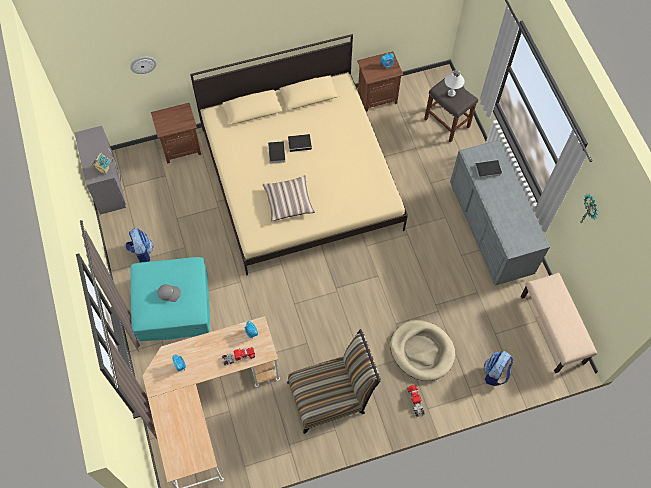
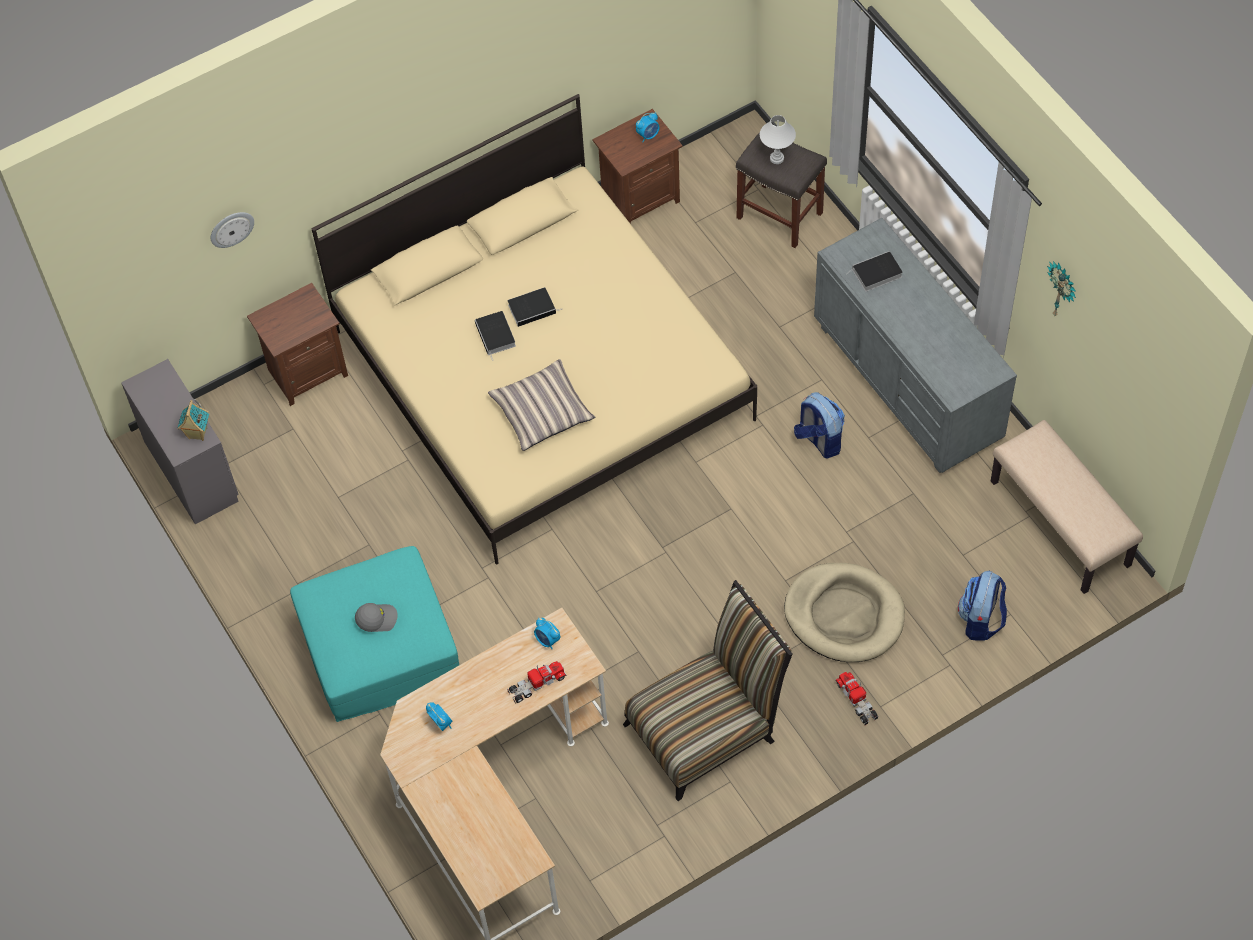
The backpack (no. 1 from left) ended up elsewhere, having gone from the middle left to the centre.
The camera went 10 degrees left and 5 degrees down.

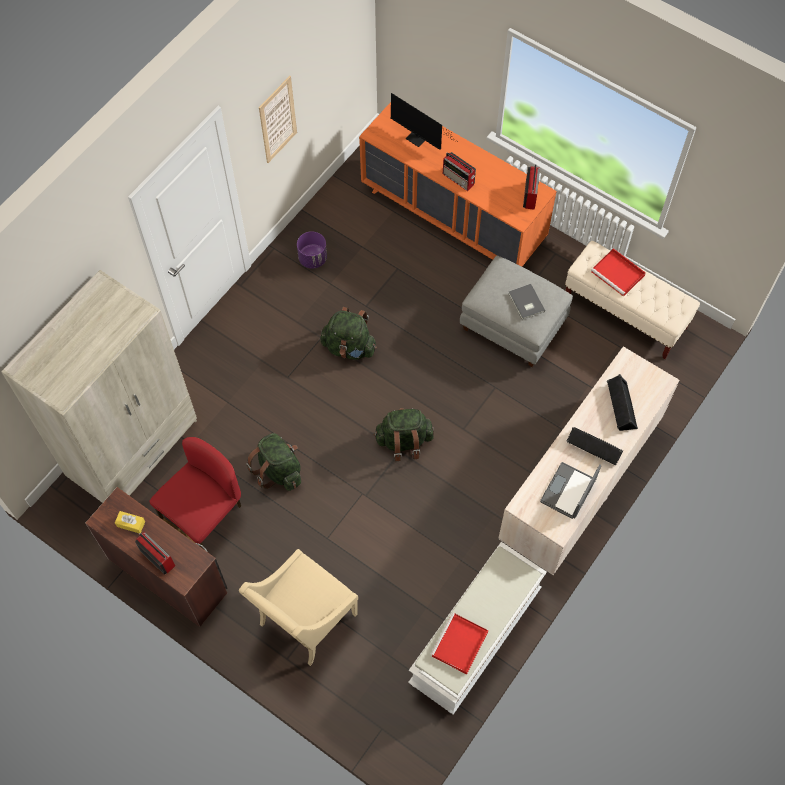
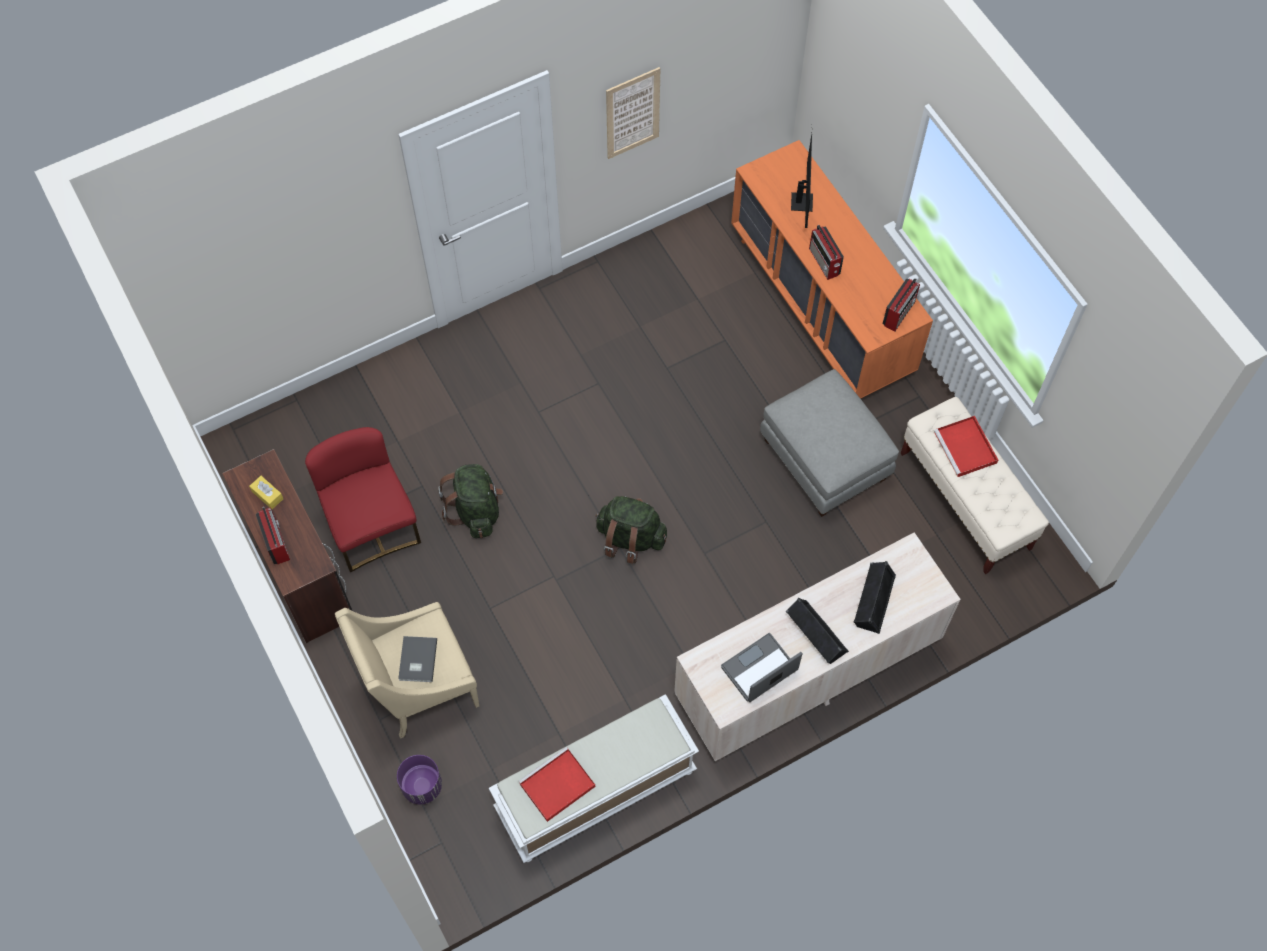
The chair (red) at the middle left ended up facing another way, 90 degrees counterclockwise from before.
The planter (purple) ended up elsewhere, having gone from the top centre to the bottom left.
The book (grey) ended up elsewhere, having gone from the middle right to the bottom left.
The monitor at the top centre ended up facing another way, 150 degrees counterclockwise from before.
The second view lost the wardrobe (beige) at the middle left.
The second view lost the backpack (green) (no. 2 from left) at the centre.
The camera went 25 degrees right and 0 degrees up.

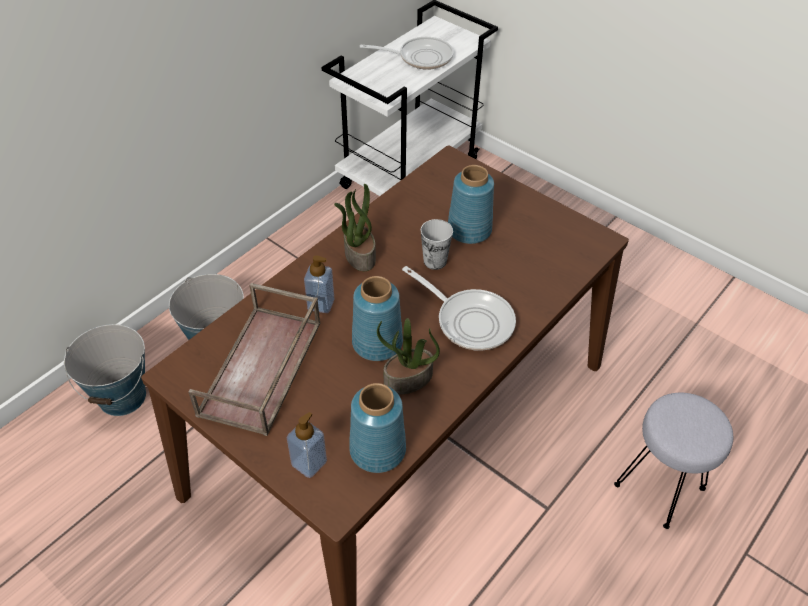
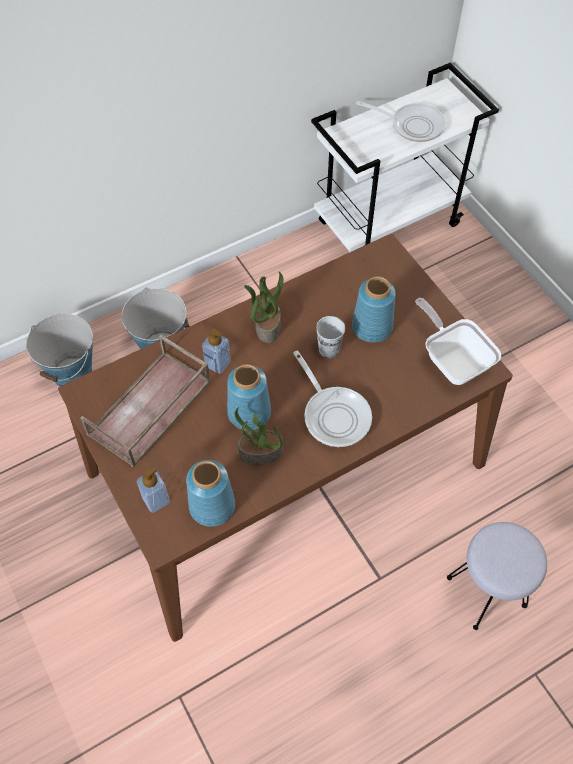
The second view gained the frying pan (no. 3 from left) at the middle right.
The camera went 20 degrees right and 10 degrees up.

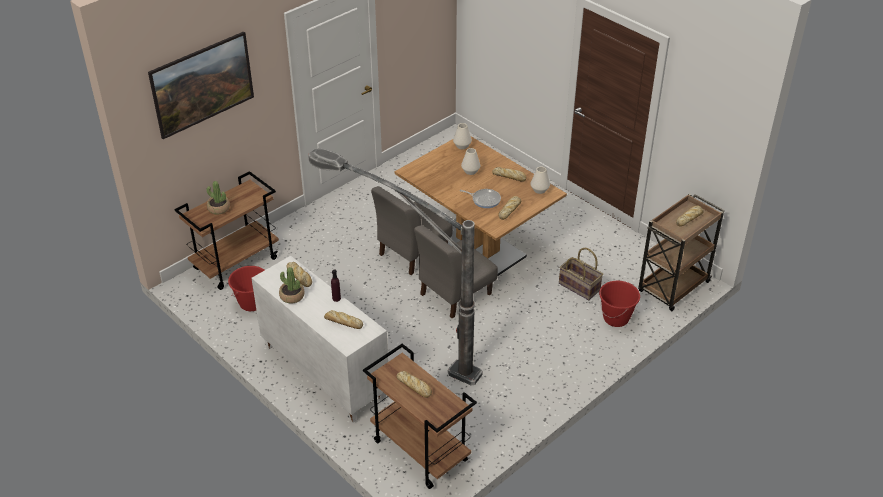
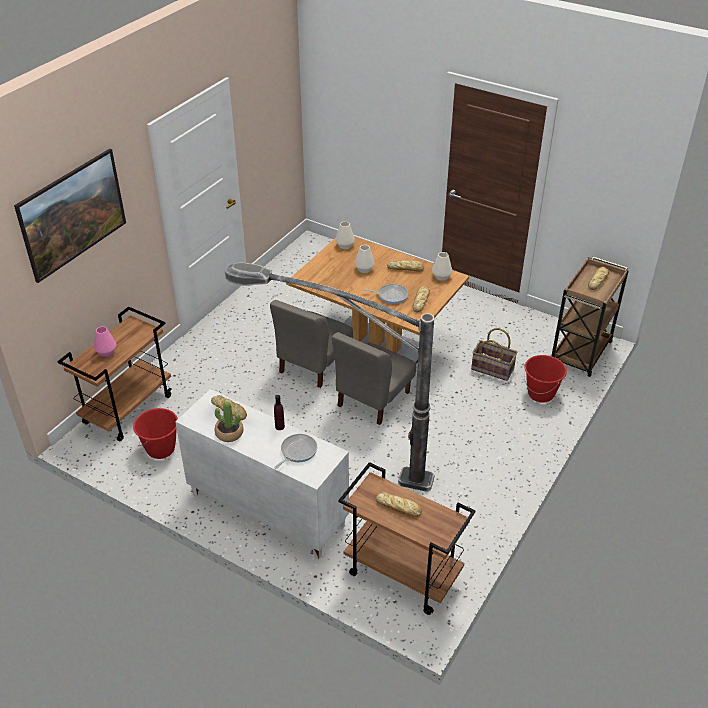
Where the potted plant (no. 1 from left) stood at the middle left, the vase (pink) came to stand at the middle left.
Where the bread (no. 2 from left) stood at the centre, the frying pan (no. 1 from left) came to stand at the centre.
The camera went 15 degrees left and 0 degrees up.

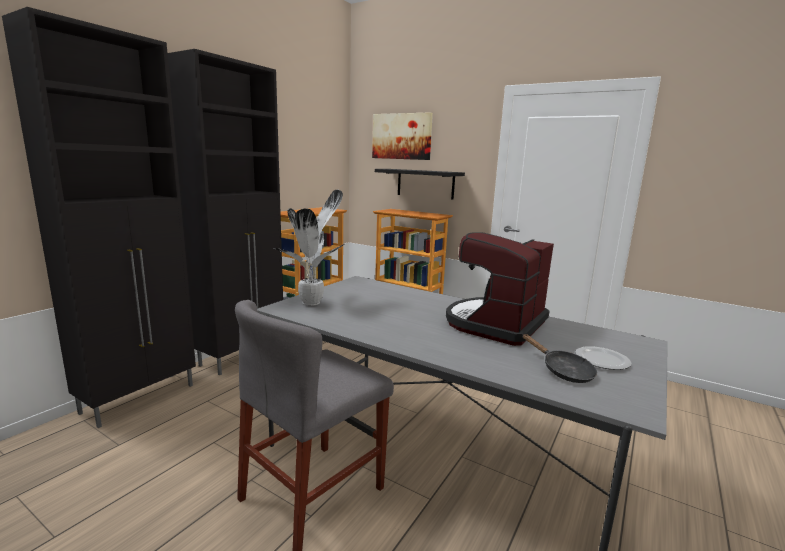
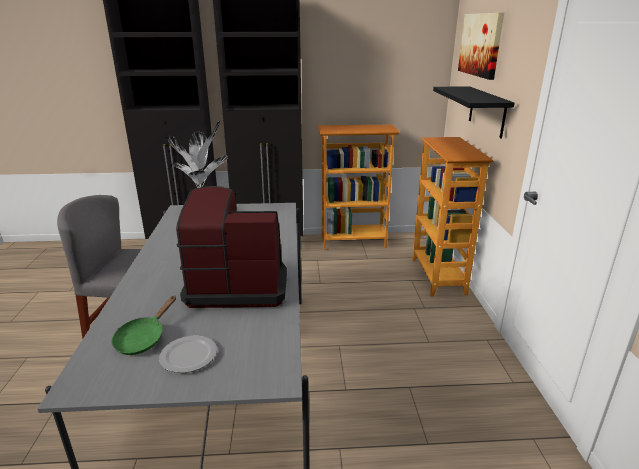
What was the frying pan (black) at the middle right turned into the frying pan (green) at the bottom left.
The camera went 55 degrees right and 10 degrees up.

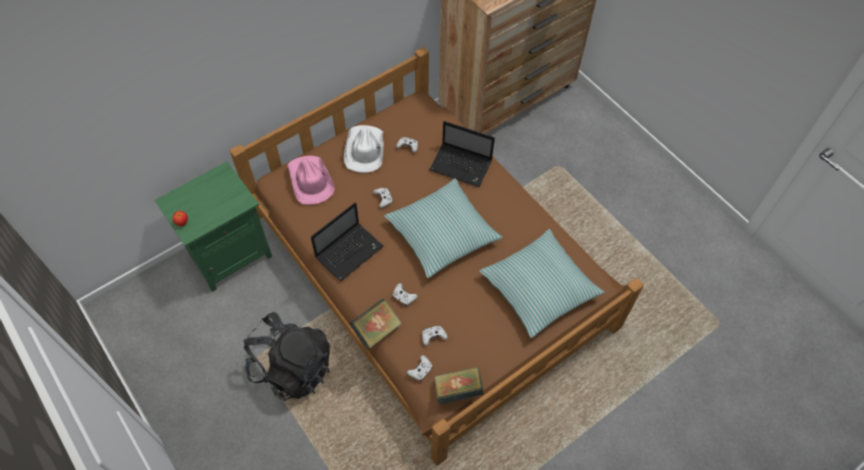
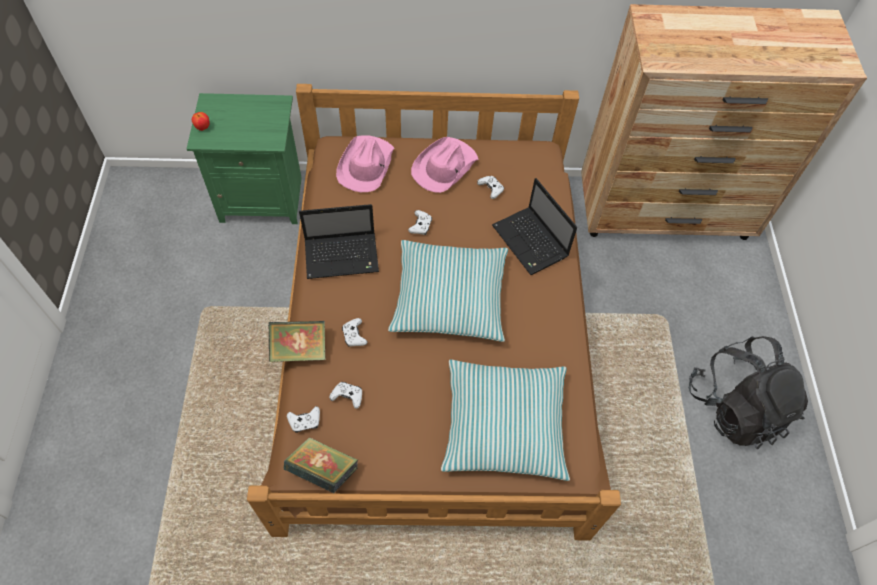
What was the hat (white) at the top centre turned into the hat (pink) (no. 2 from left) at the top centre.
The backpack (black) ended up elsewhere, having gone from the bottom left to the bottom right.
The camera went 35 degrees right and 0 degrees up.

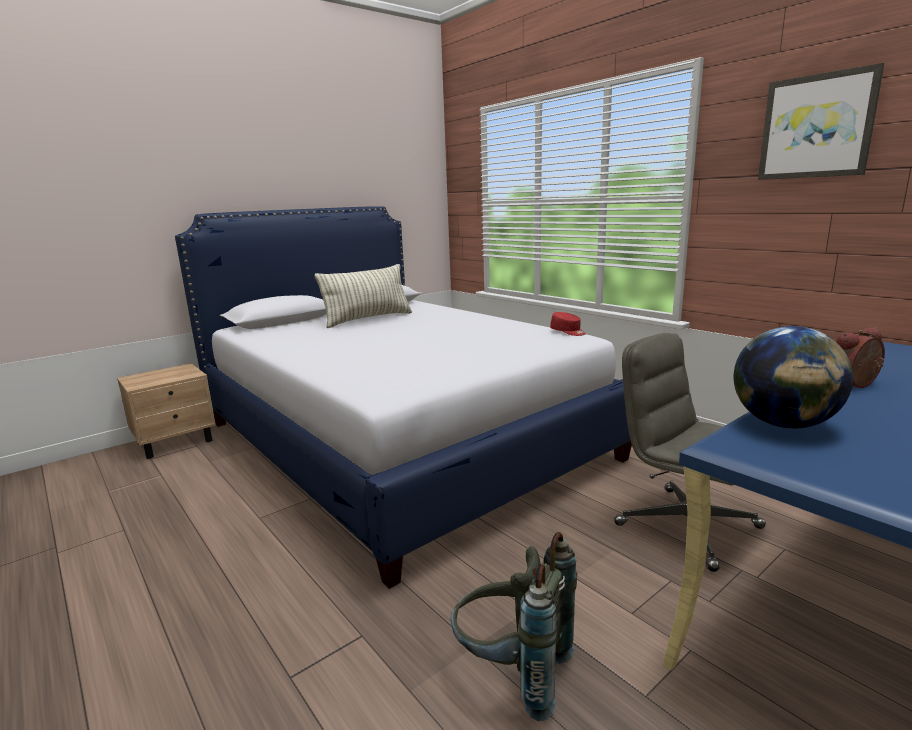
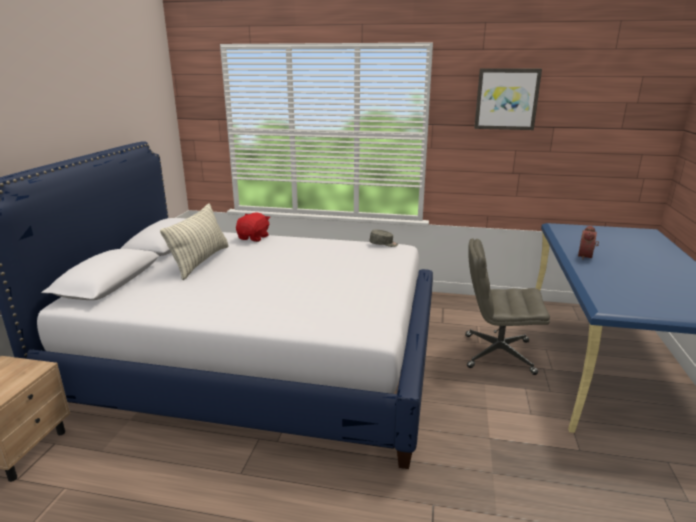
The second view gained the plush toy (red) at the centre.
What was the cap (red) at the centre turned into the cap (grey) at the centre.
The second view lost the backpack (grey) at the bottom centre.
The second view lost the globe at the middle right.
The camera went 40 degrees left and 5 degrees up.

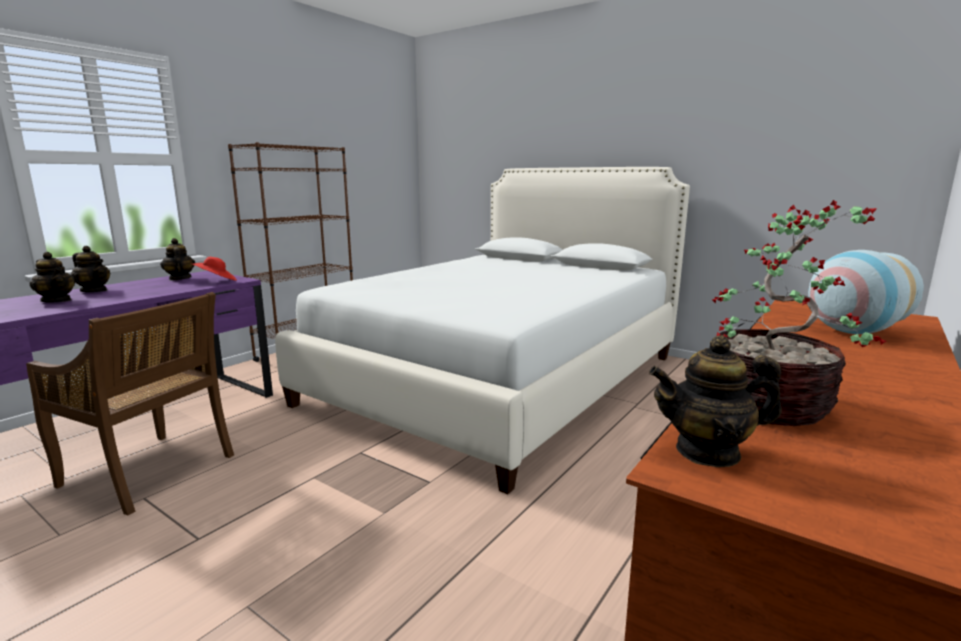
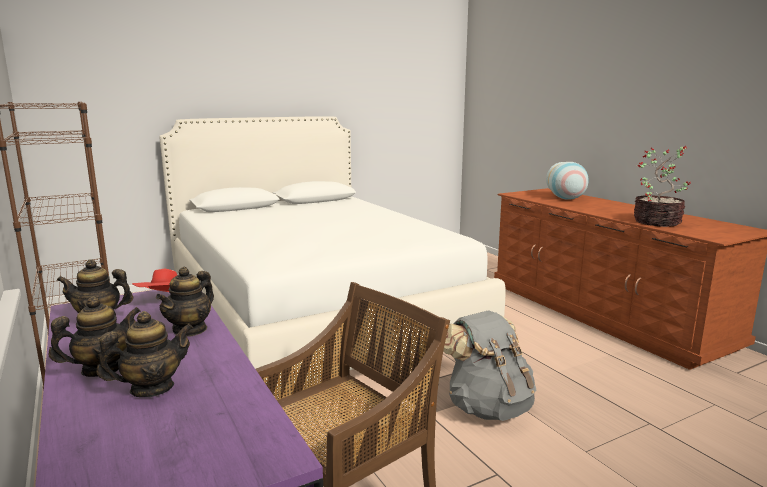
The teapot (no. 4 from left) ended up elsewhere, having gone from the middle right to the middle left.
The second view gained the backpack (grey) at the bottom centre.
The camera went 65 degrees left and 0 degrees up.

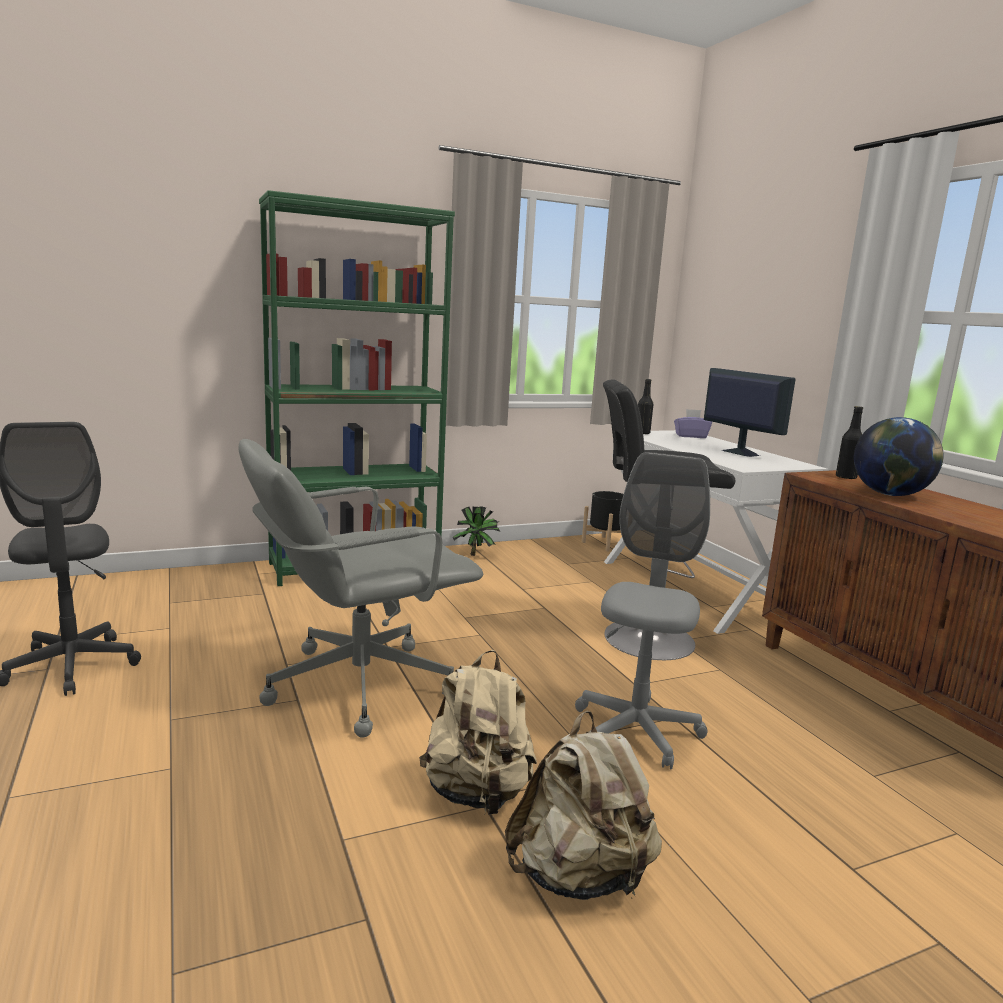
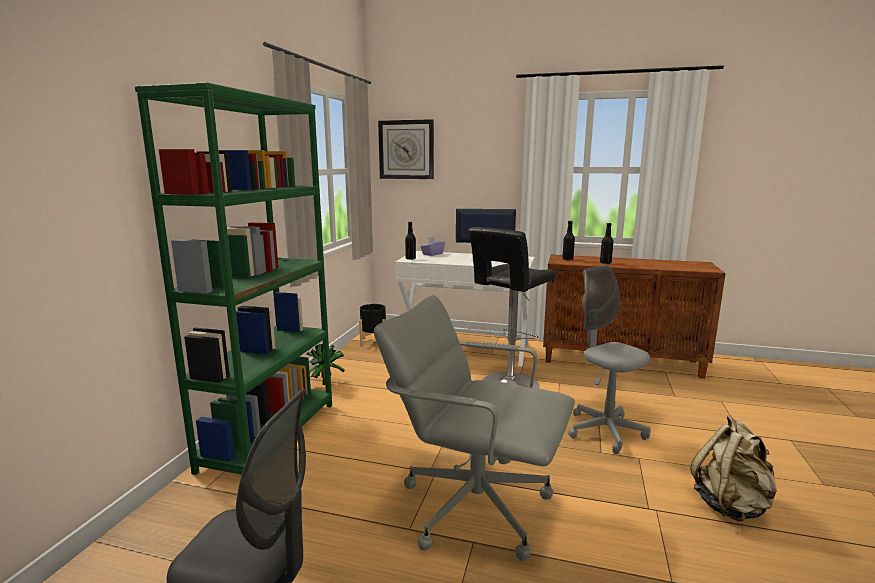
The office chair (grey) (no. 2 from left) at the centre ended up facing another way, 105 degrees clockwise from before.
The second view gained the wall clock at the top centre.
Where the globe stood at the middle right, the bottle (black) (no. 3 from left) came to stand at the middle right.
The second view lost the backpack (beige) (no. 1 from left) at the bottom centre.
The camera went 50 degrees left and 0 degrees up.

